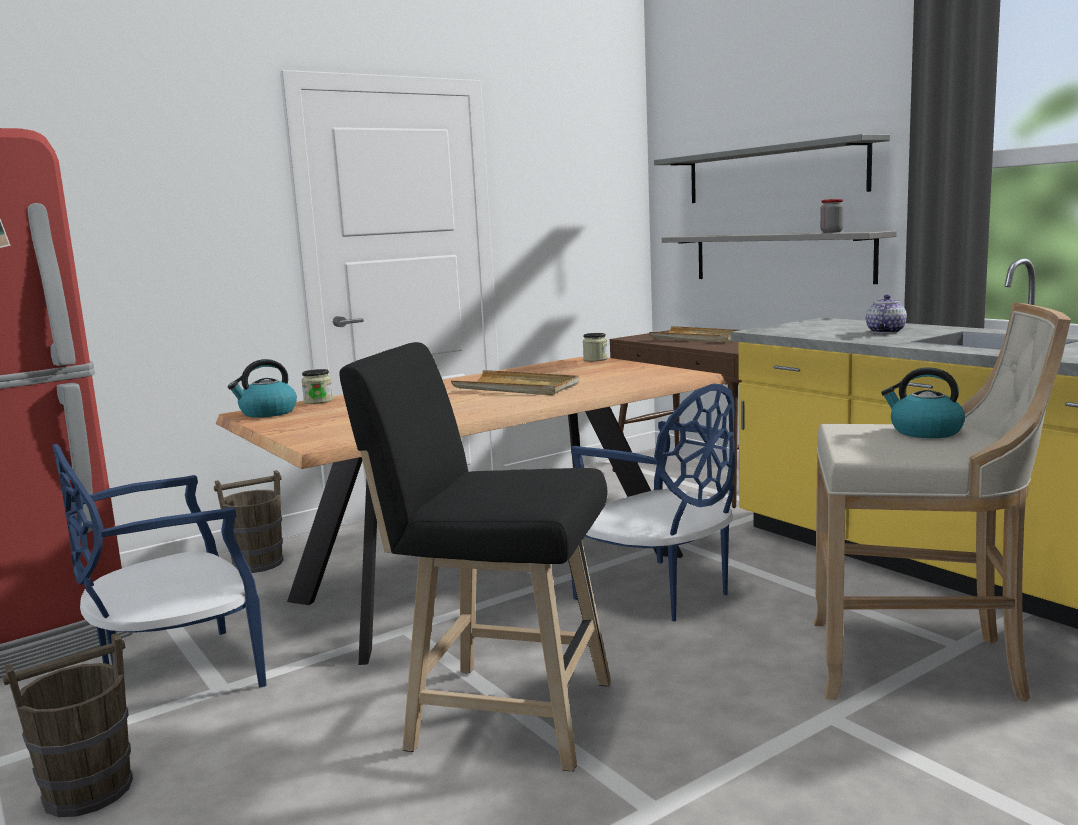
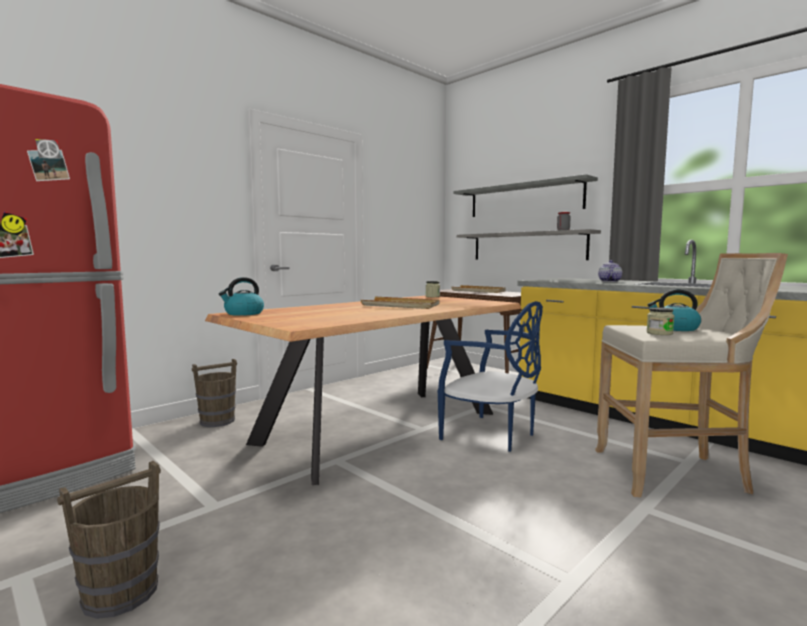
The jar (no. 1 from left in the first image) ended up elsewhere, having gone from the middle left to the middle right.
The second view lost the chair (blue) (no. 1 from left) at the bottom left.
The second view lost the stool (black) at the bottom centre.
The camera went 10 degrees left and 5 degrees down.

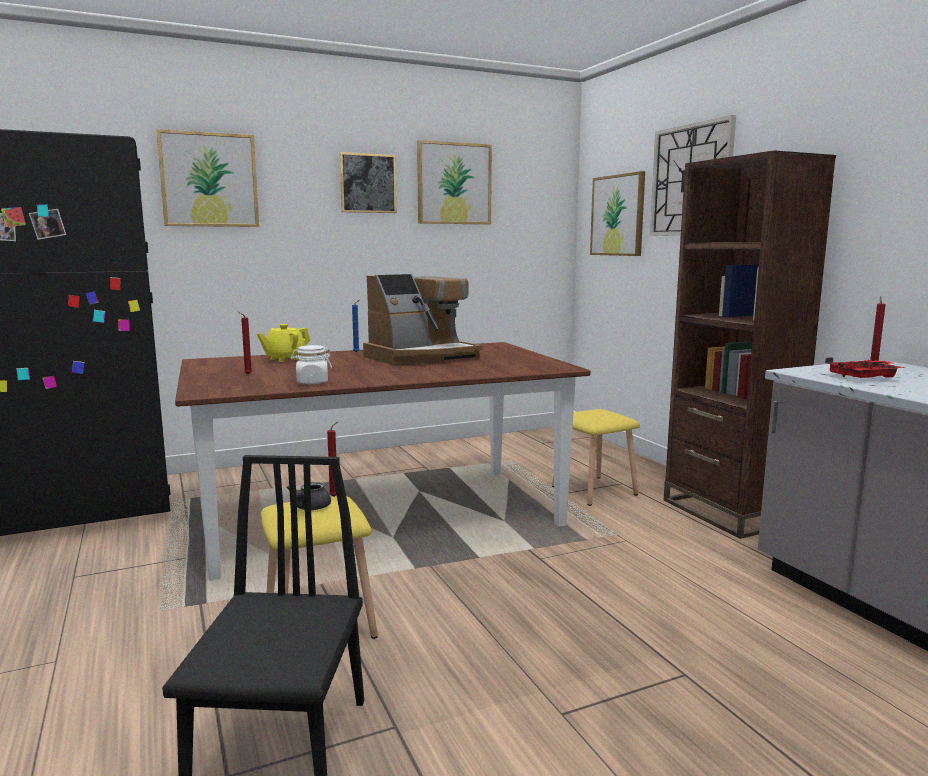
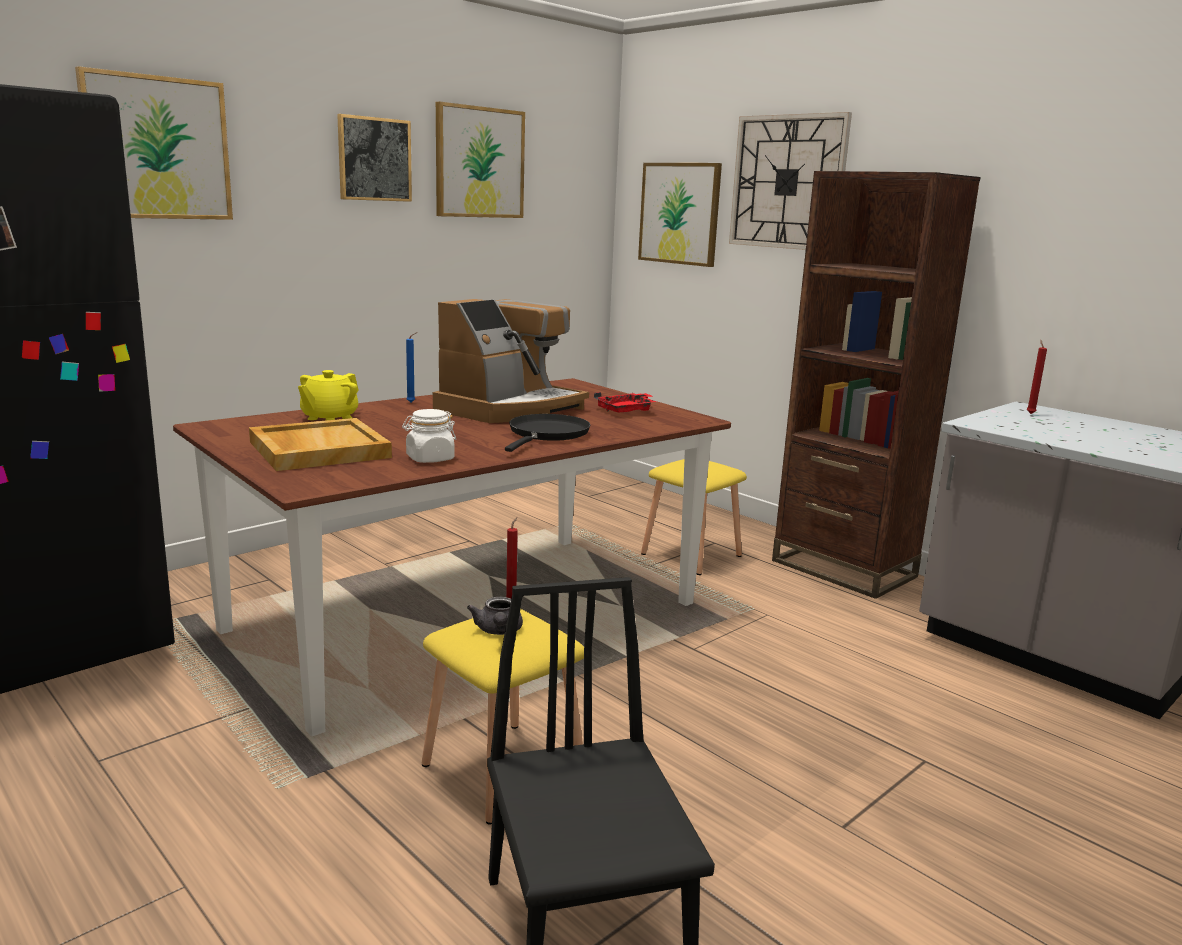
Where the candle (red) (no. 1 from left) stood at the middle left, the tray (beige) came to stand at the middle left.
The second view gained the frying pan (black) at the centre.
The tray (red) ended up elsewhere, having gone from the middle right to the centre.
The camera went 20 degrees left and 5 degrees up.

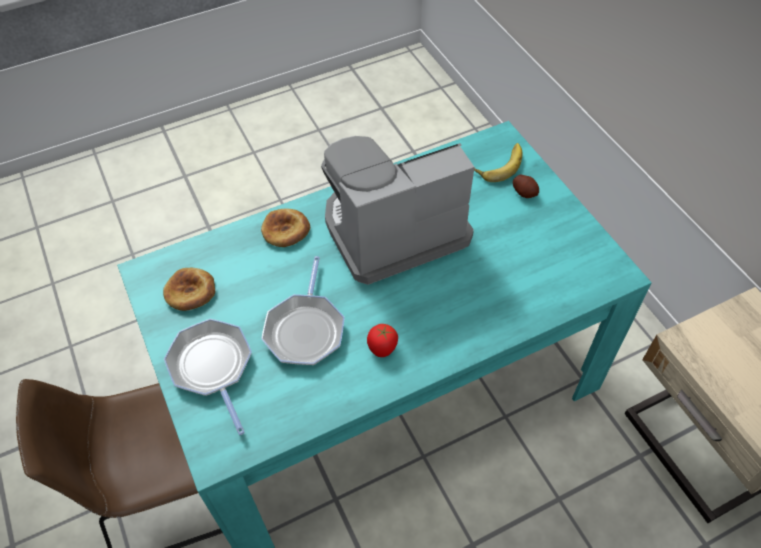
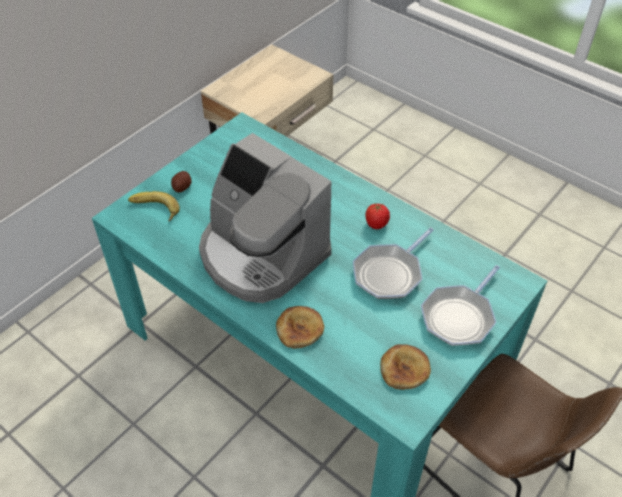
The frying pan (no. 2 from left in the first image) at the centre ended up facing another way, 150 degrees clockwise from before.
The camera went 115 degrees left and 5 degrees down.

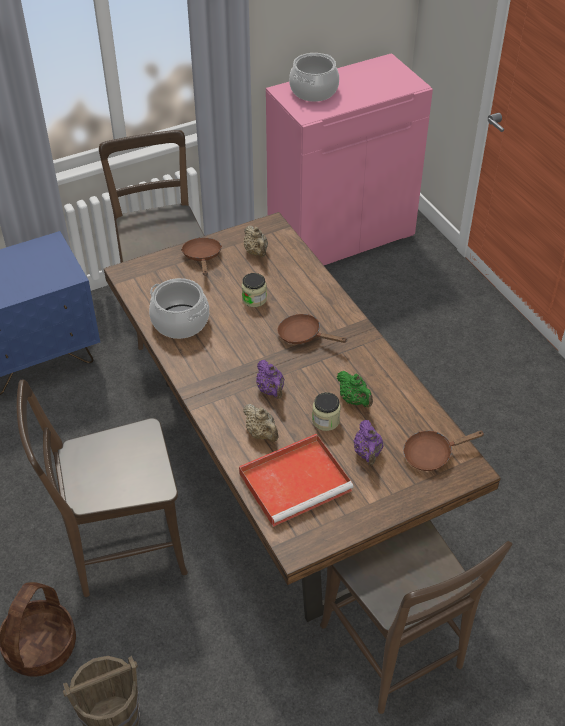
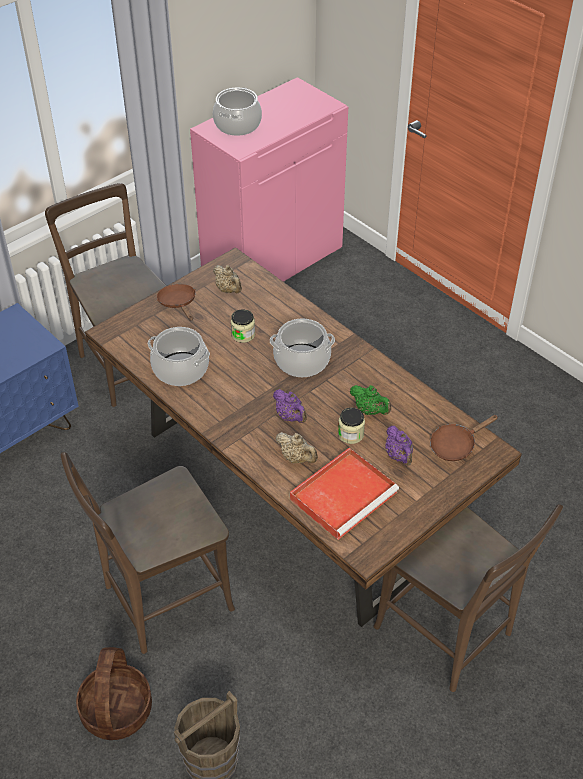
Where the frying pan (brown) (no. 2 from left) stood at the centre, the cooking pot (no. 3 from left) came to stand at the centre.
The camera went 15 degrees left and 0 degrees up.

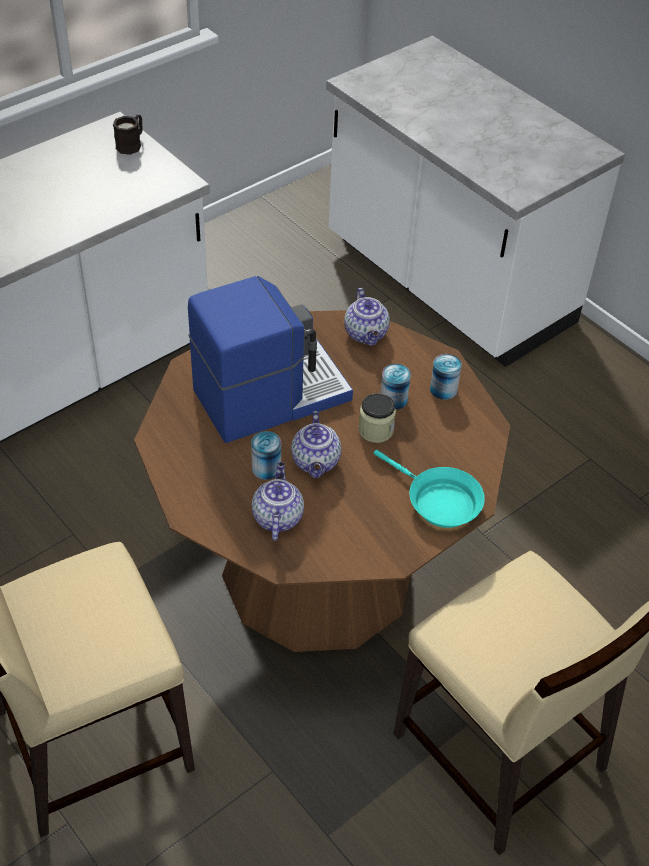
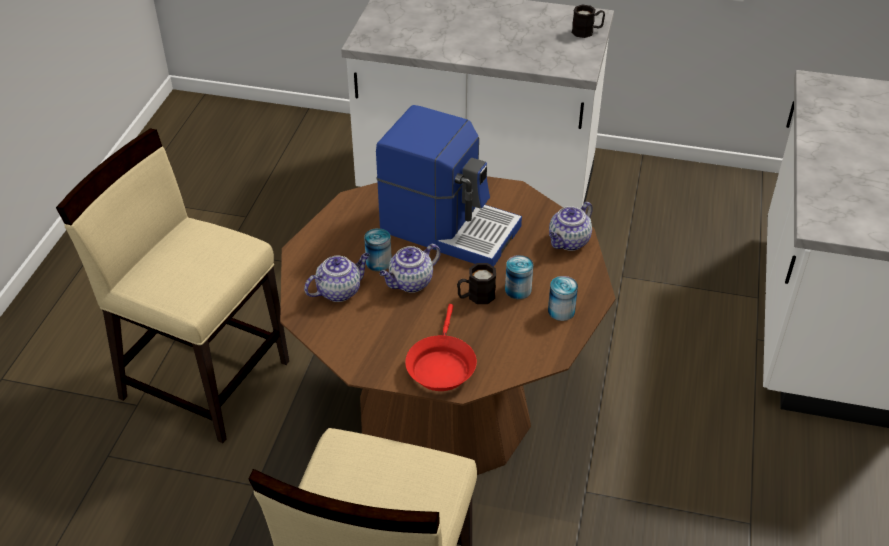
What was the frying pan (turquoise) at the centre turned into the frying pan (red) at the centre.
Where the jar stood at the centre, the mug (black) (no. 1 from left) came to stand at the centre.
The camera went 55 degrees right and 5 degrees down.

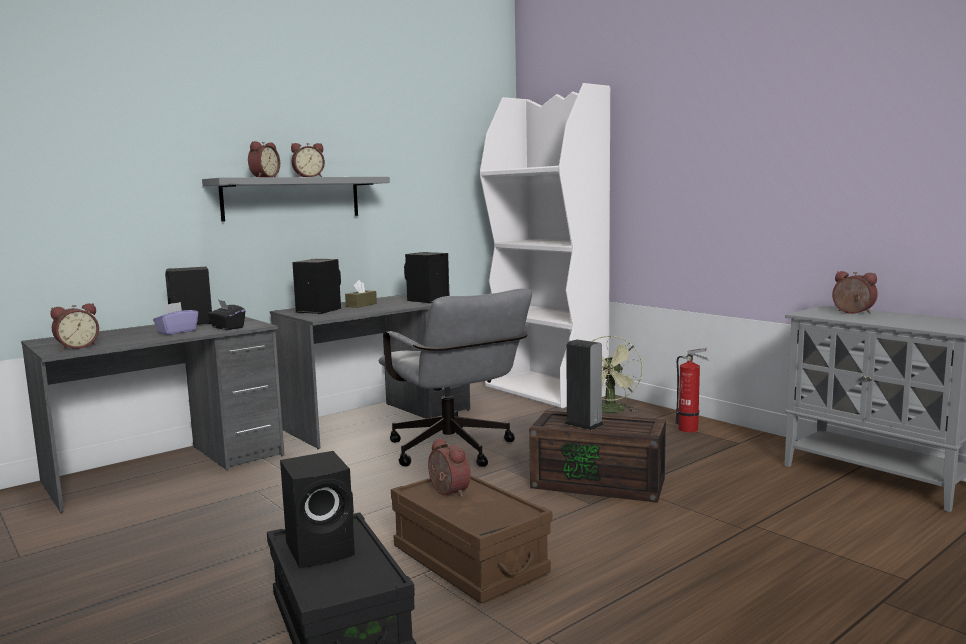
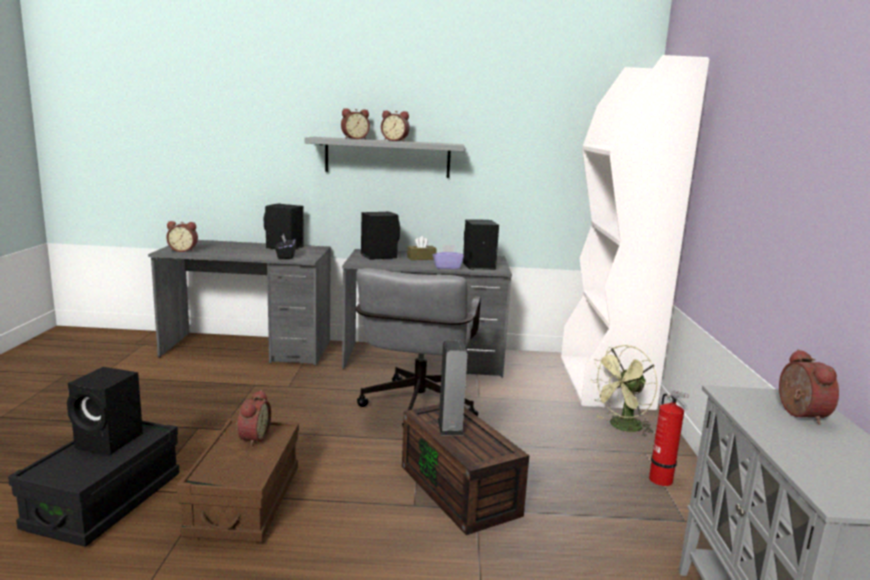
The tissue box (purple) ended up elsewhere, having gone from the middle left to the centre.
The camera went 40 degrees right and 5 degrees up.

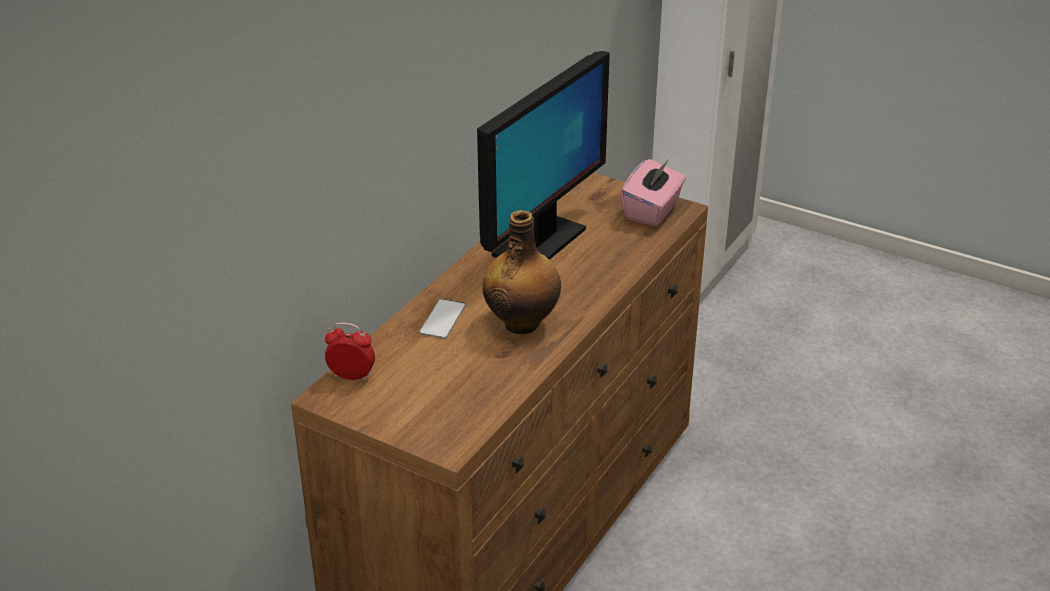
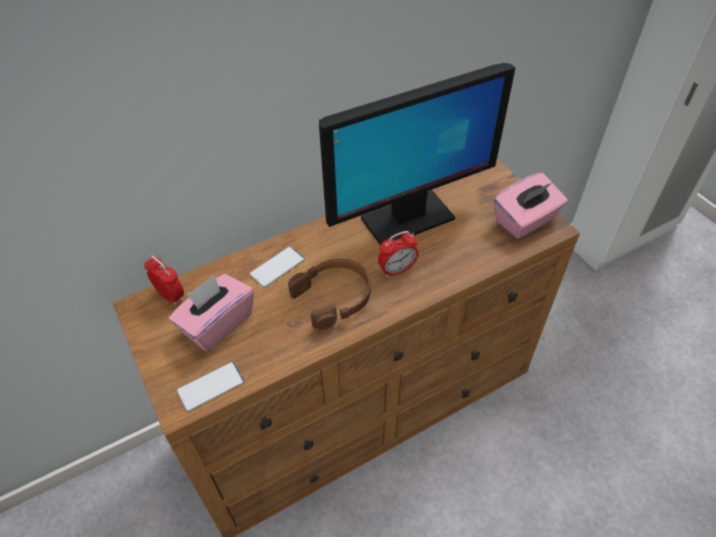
The second view gained the tissue box (pink) (no. 1 from left) at the middle left.
The second view gained the phone (no. 1 from left) at the bottom left.
Where the bottle stood at the centre, the headphones (brown) came to stand at the centre.
The second view gained the alarm clock (no. 2 from left) at the centre.
The camera went 30 degrees right and 15 degrees up.

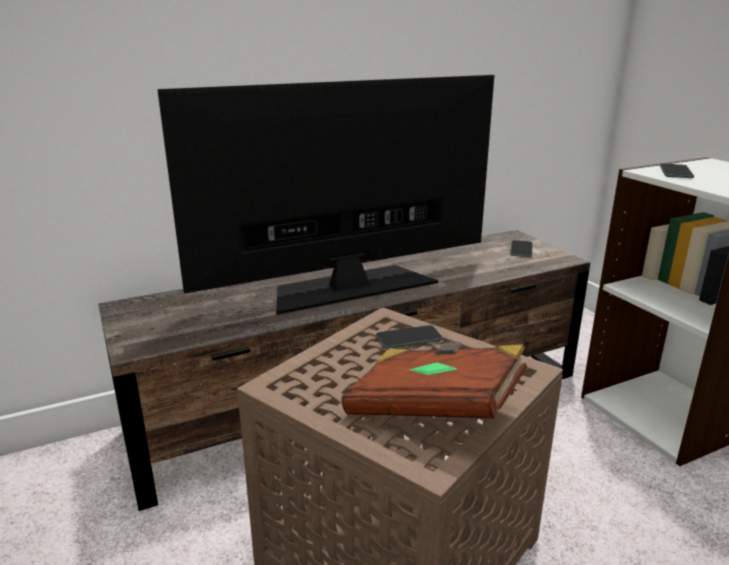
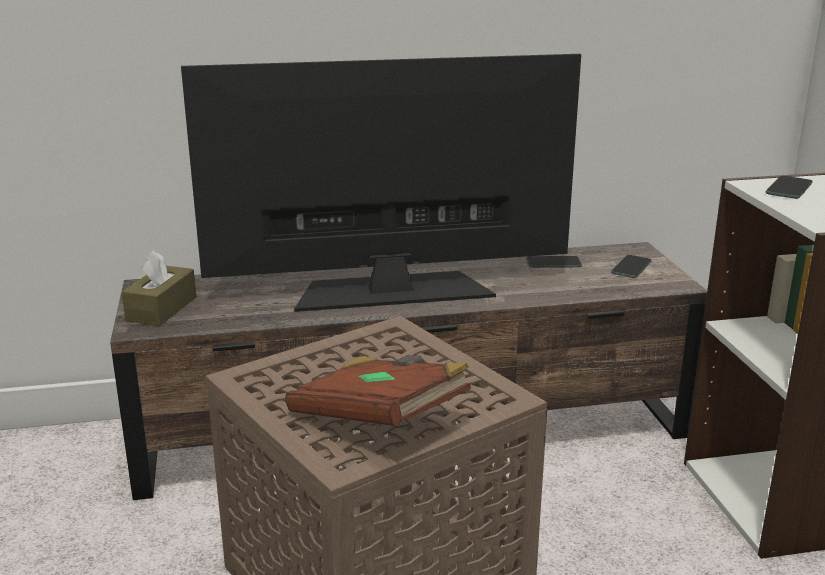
The second view gained the tissue box (brown) at the middle left.
The phone (no. 1 from left) ended up elsewhere, having gone from the centre to the middle right.
The camera went 15 degrees right and 0 degrees up.

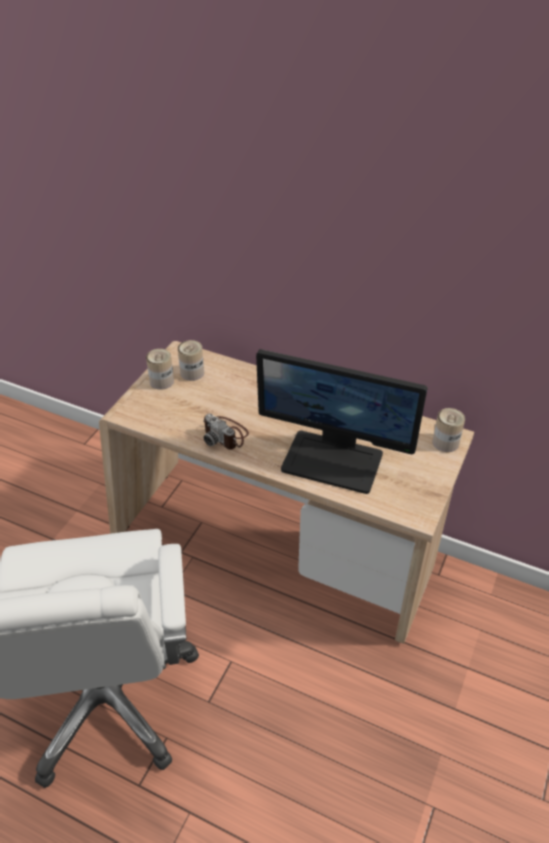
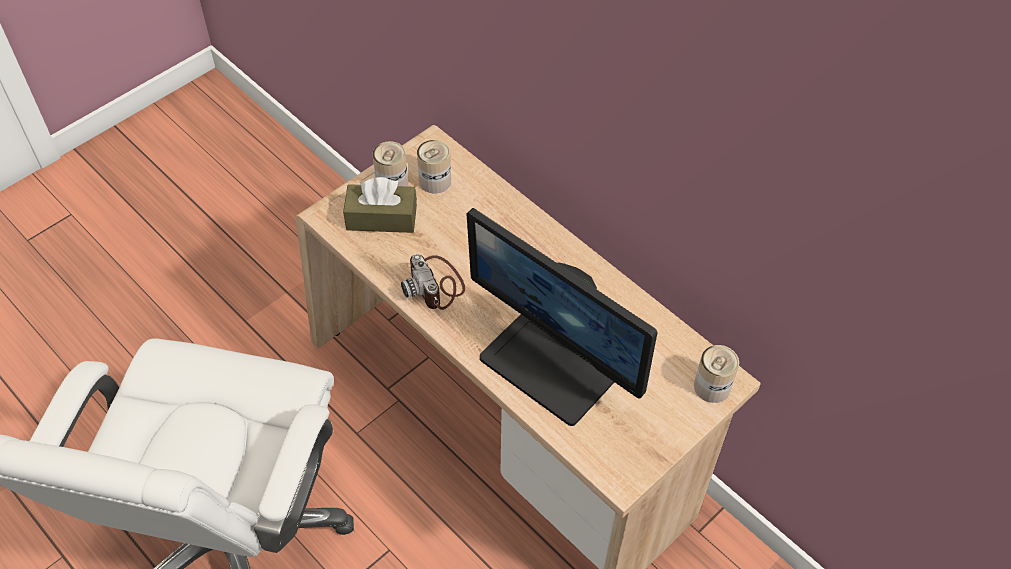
The second view gained the tissue box (brown) at the centre.
The camera went 20 degrees right and 10 degrees up.

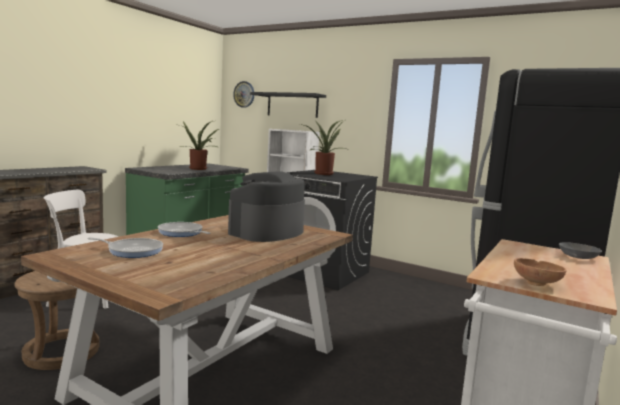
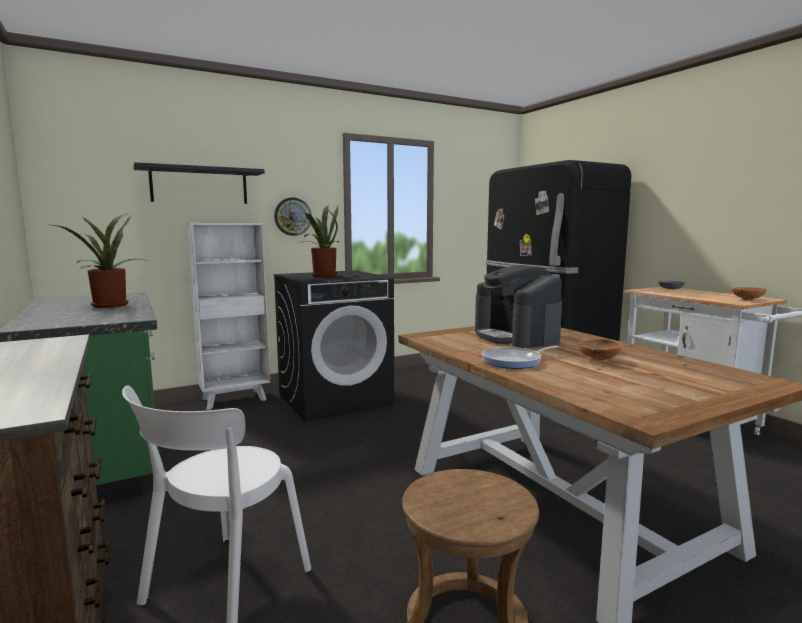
The wall clock ended up elsewhere, having gone from the top centre to the centre.
The second view gained the bowl (brown) (no. 1 from left) at the middle right.
The second view lost the frying pan (no. 1 from left) at the middle left.
The camera went 60 degrees left and 0 degrees up.

